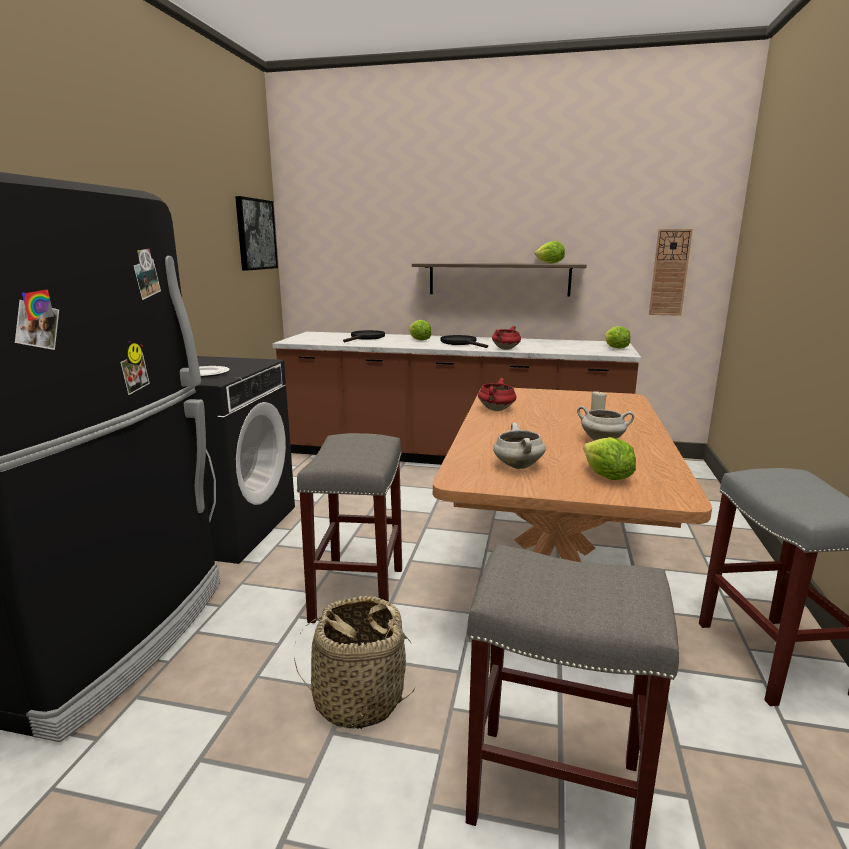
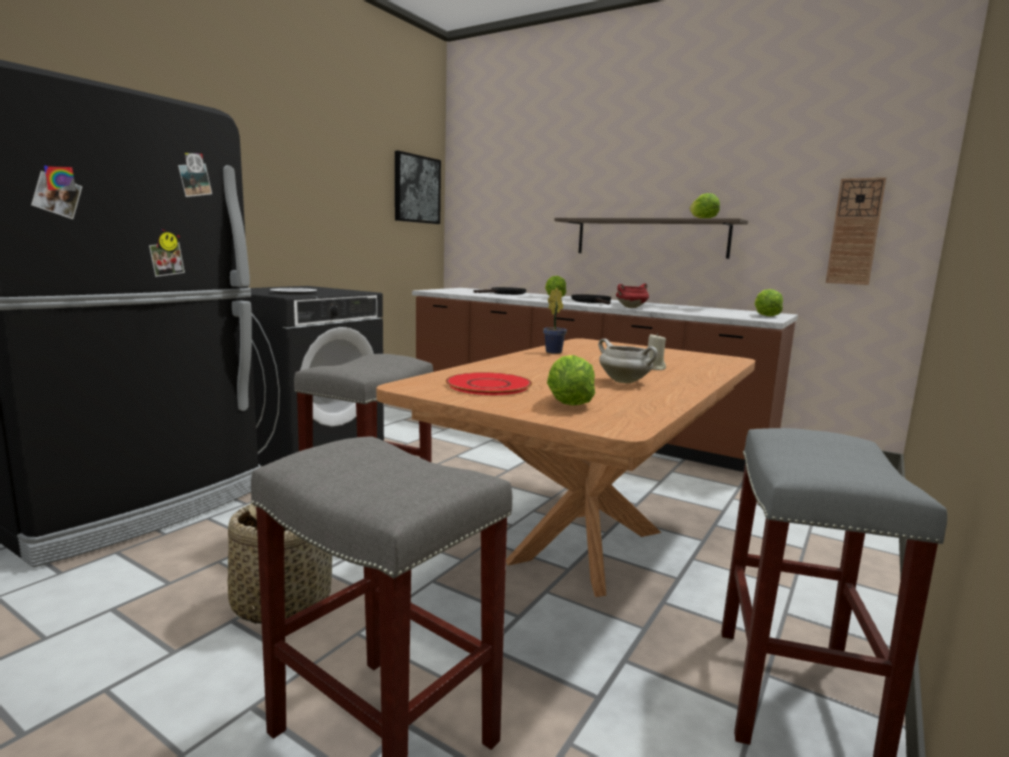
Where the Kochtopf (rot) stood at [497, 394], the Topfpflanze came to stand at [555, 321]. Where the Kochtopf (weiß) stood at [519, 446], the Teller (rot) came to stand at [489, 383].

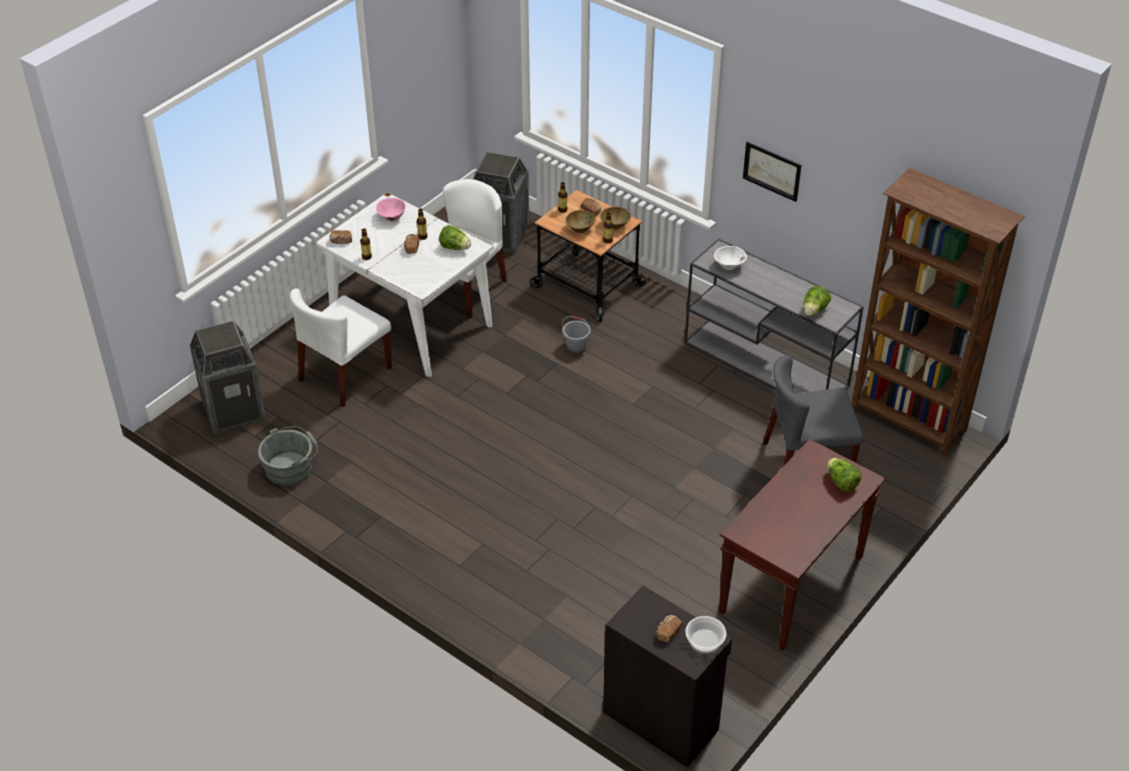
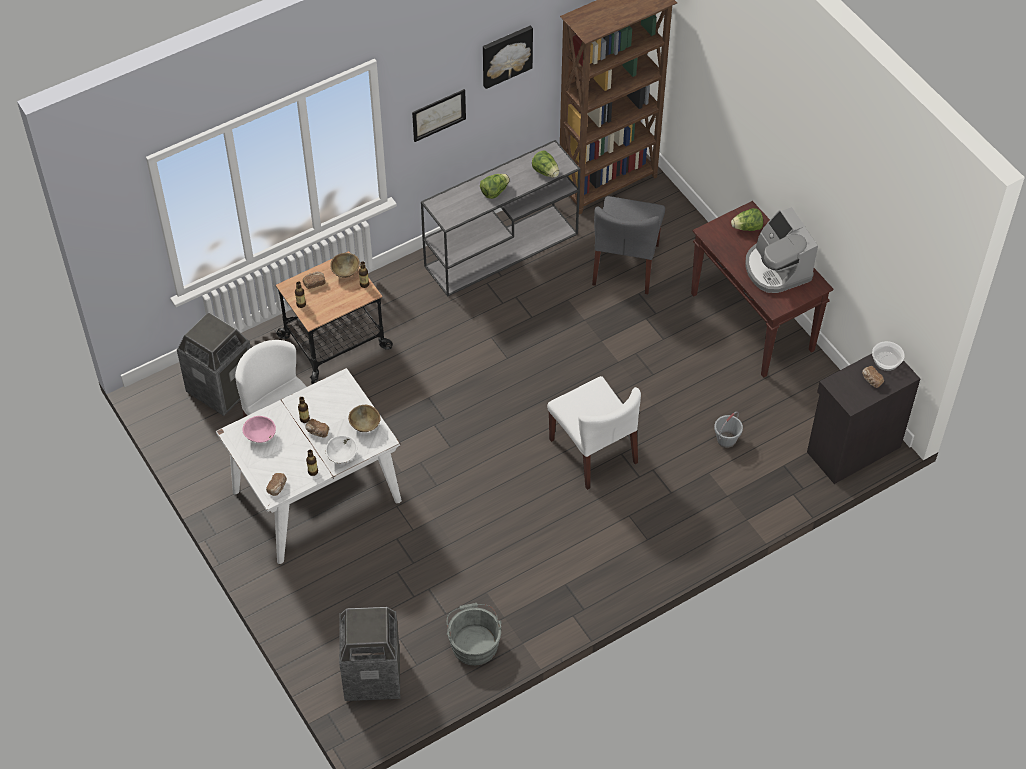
The Schüssel (braun) ended up elsewhere, having gone from [580, 221] to [364, 418]. The Salatkopf ended up elsewhere, having gone from [455, 237] to [495, 186]. The Schüssel (weiß) ended up elsewhere, having gone from [730, 258] to [341, 449]. The Stuhl (weiß) ended up elsewhere, having gone from [341, 347] to [594, 433]. The Eimer (grau) ended up elsewhere, having gone from [576, 335] to [728, 430]. The second view gained the Bild at [508, 57]. The second view gained the Kaffeemaschine at [781, 250].

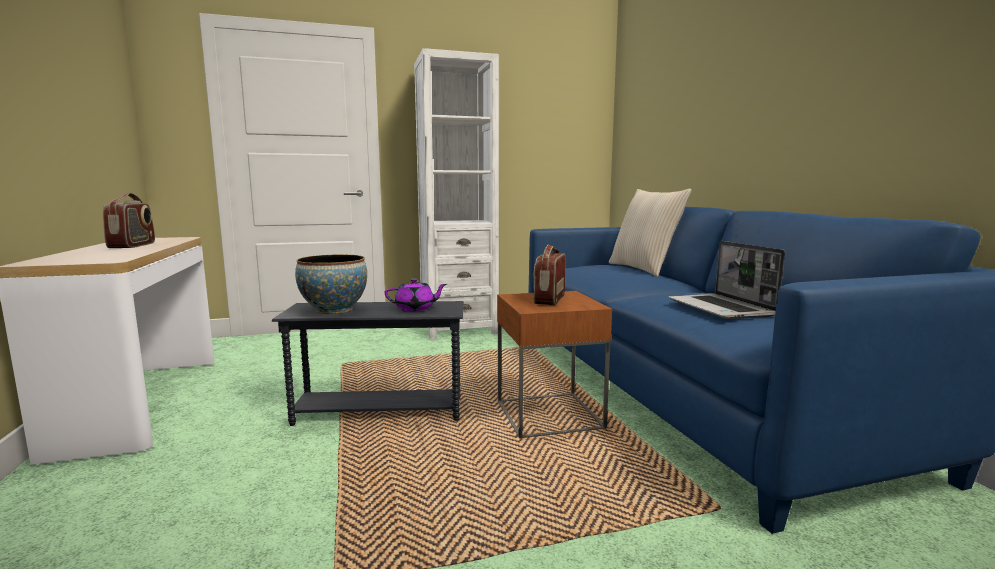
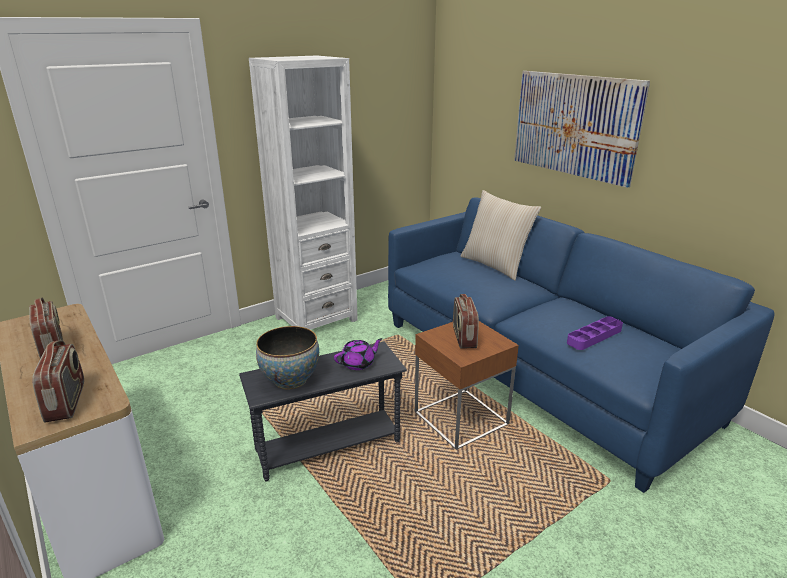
Where the Laptop stood at [726, 280], the Tablett (lila) came to stand at [595, 333]. The second view gained the Bild at [582, 129]. The second view gained the Radio at [58, 381].

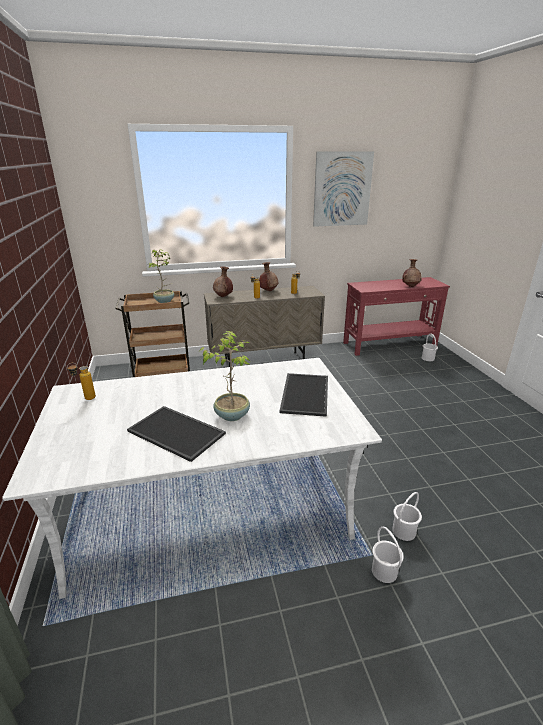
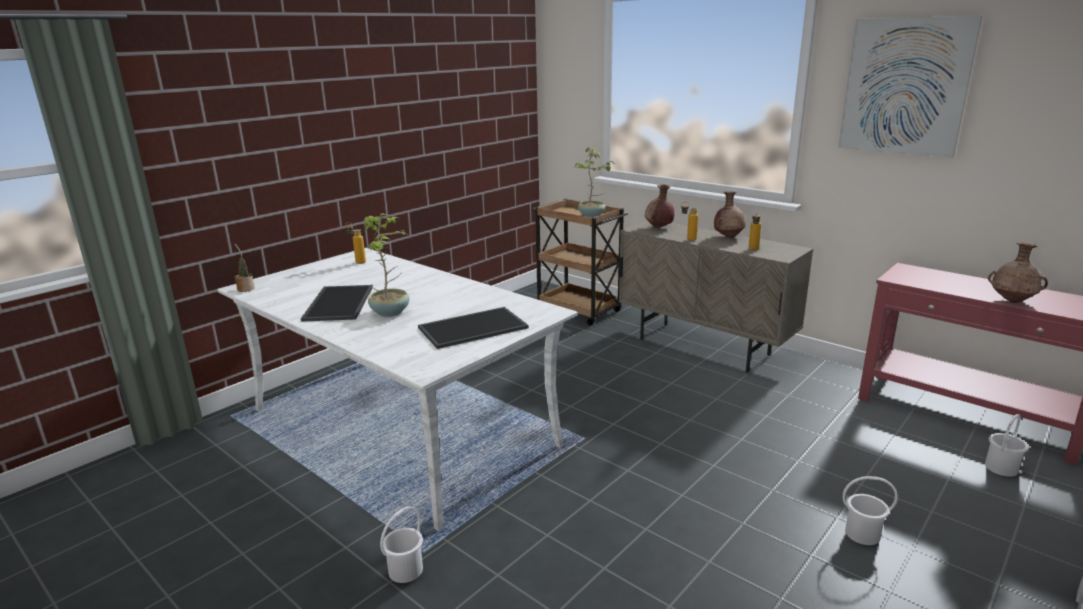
The Eimer (weiß) ended up elsewhere, having gone from [407, 516] to [870, 510]. The second view gained the Topfpflanze at [244, 268].

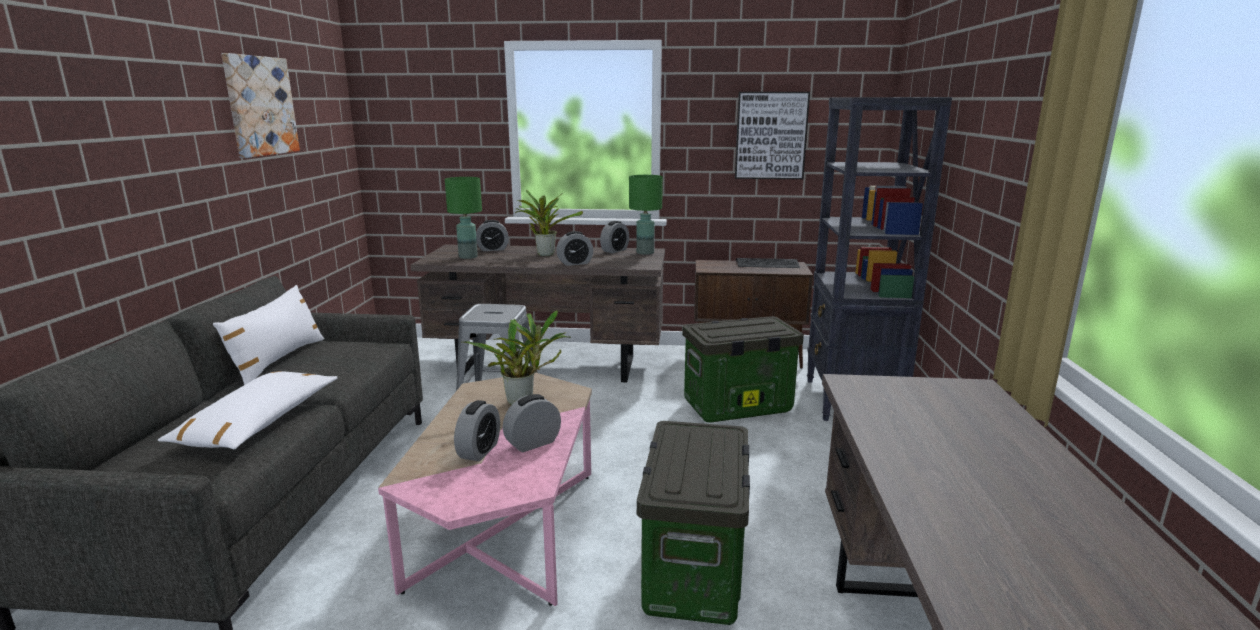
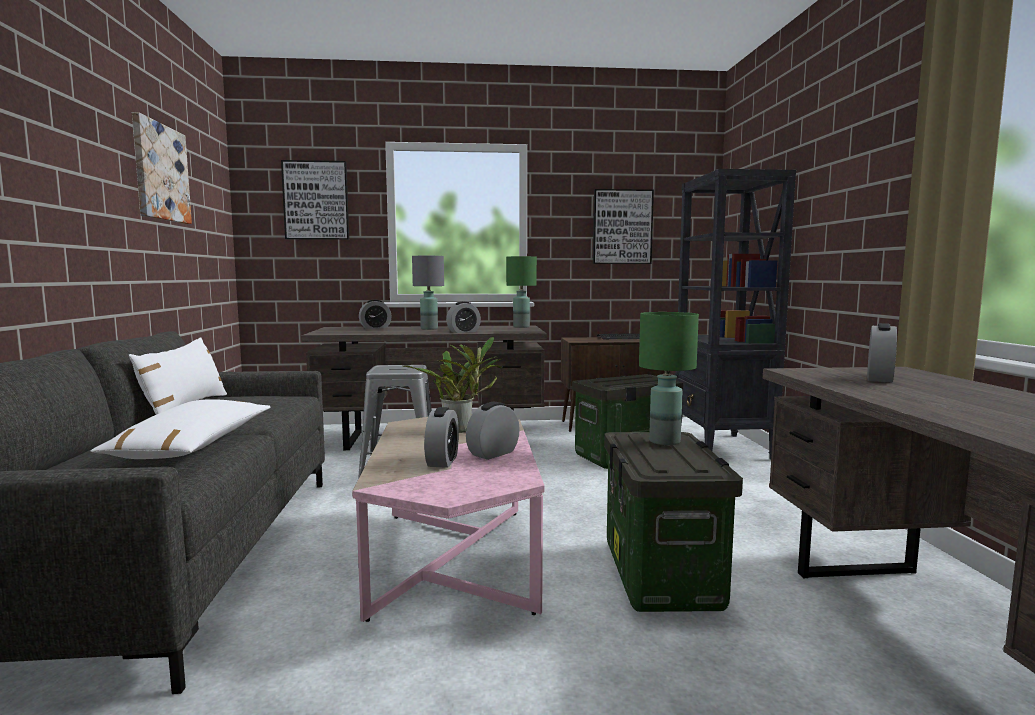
The Tischlampe (grün) ended up elsewhere, having gone from [463, 218] to [669, 378]. Where the Topfpflanze stood at [549, 223], the Tischlampe (grau) came to stand at [428, 293]. The Wecker ended up elsewhere, having gone from [614, 237] to [882, 353]. The second view gained the Bild at [315, 200].

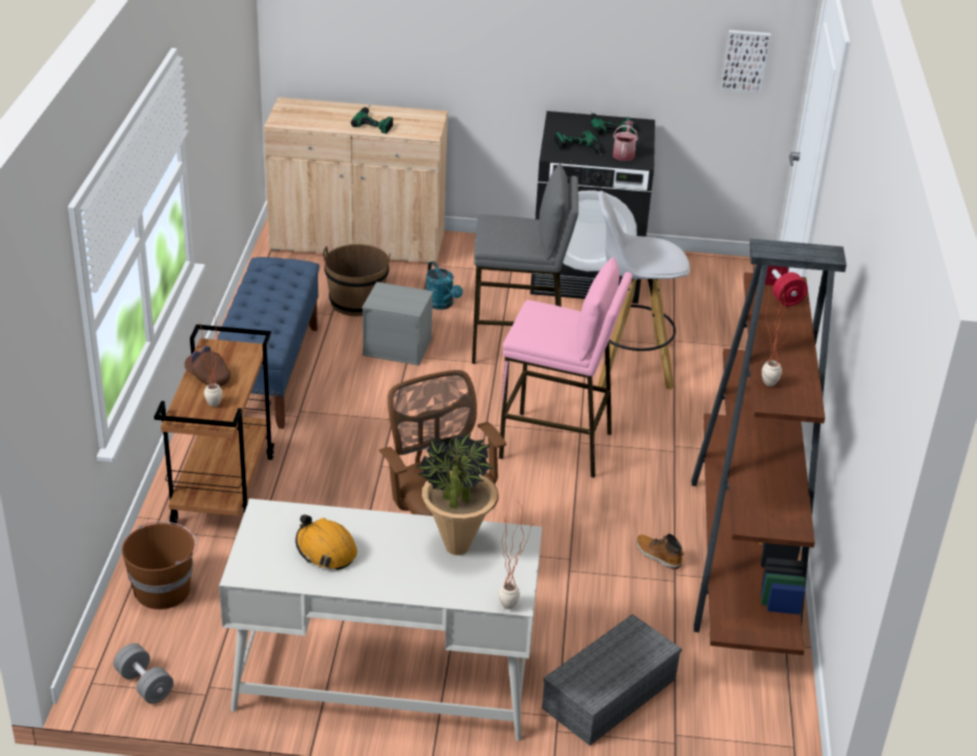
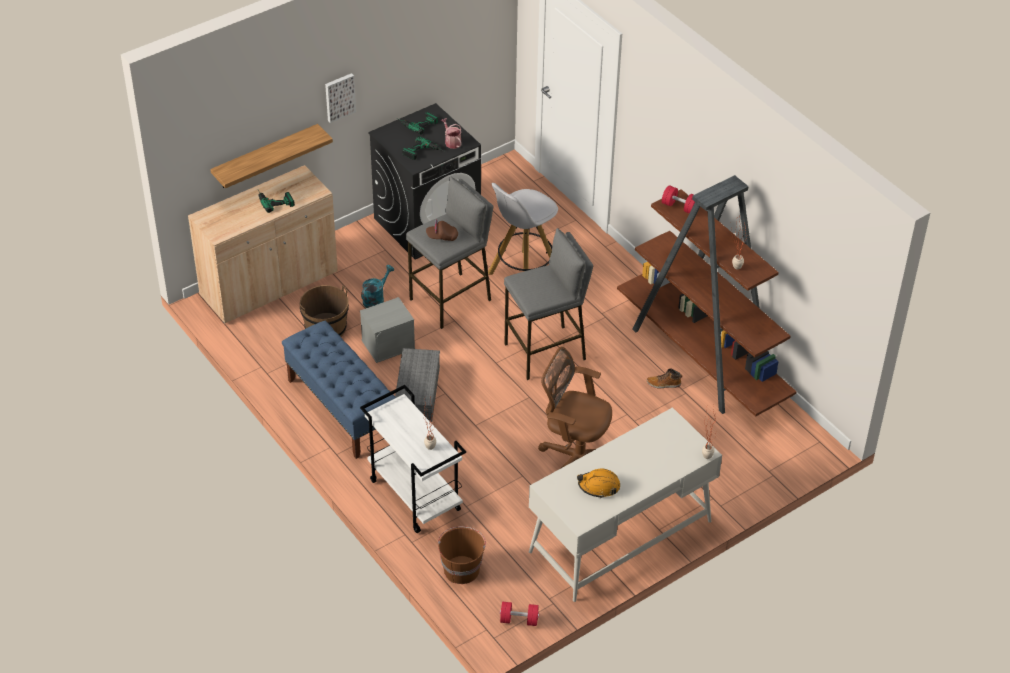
The Bild ended up elsewhere, having gone from [746, 61] to [340, 98]. What was the Hocker (rosa) at [565, 367] turned into the Hocker (grau) at [548, 304]. The Gießkanne (türkis) at [444, 285] ended up facing another way, 75 degrees counterclockwise from before. What was the Rollwagen (braun) at [214, 424] turned into the Rollwagen (weiß) at [413, 459]. The Kappe (braun) ended up elsewhere, having gone from [207, 366] to [442, 230]. The second view lost the Topfpflanze at [456, 494]. The Aufbewahrungsbox (grau) ended up elsewhere, having gone from [612, 680] to [417, 385]. What was the Hantel (grau) at [144, 673] turned into the Hantel (rot) at [519, 614]. The second view gained the Wandregal at [271, 156].

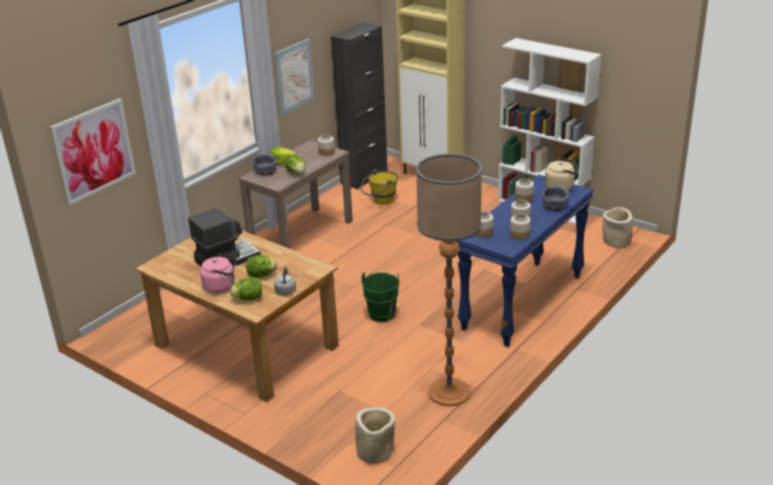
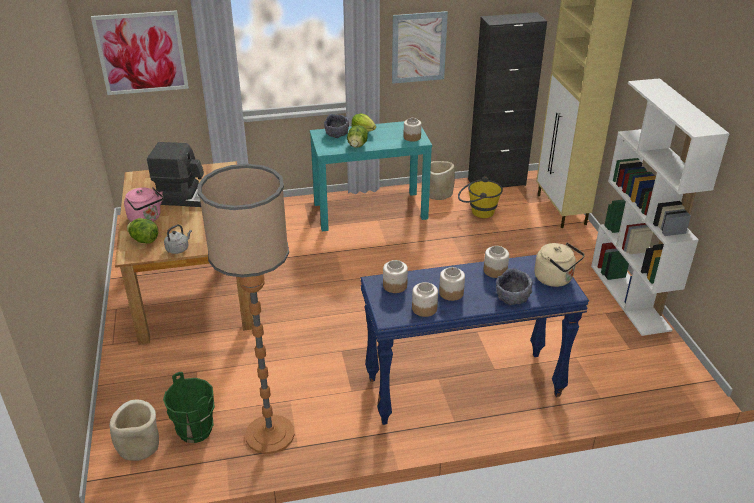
What was the Konsolentisch (braun) at [296, 194] turned into the Konsolentisch (türkis) at [371, 176]. The Pflanzkübel (beige) ended up elsewhere, having gone from [618, 227] to [442, 180]. The second view lost the Salatkopf at [261, 266]. The Eimer (grün) ended up elsewhere, having gone from [380, 297] to [189, 407].

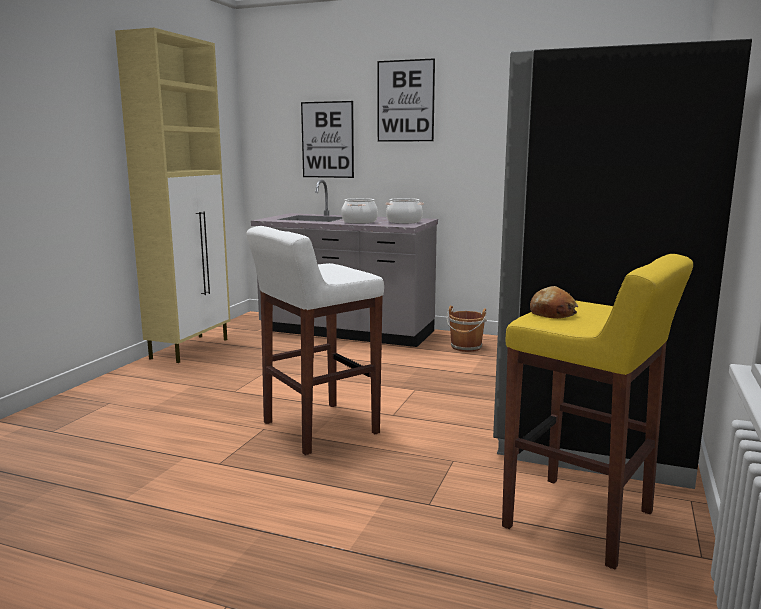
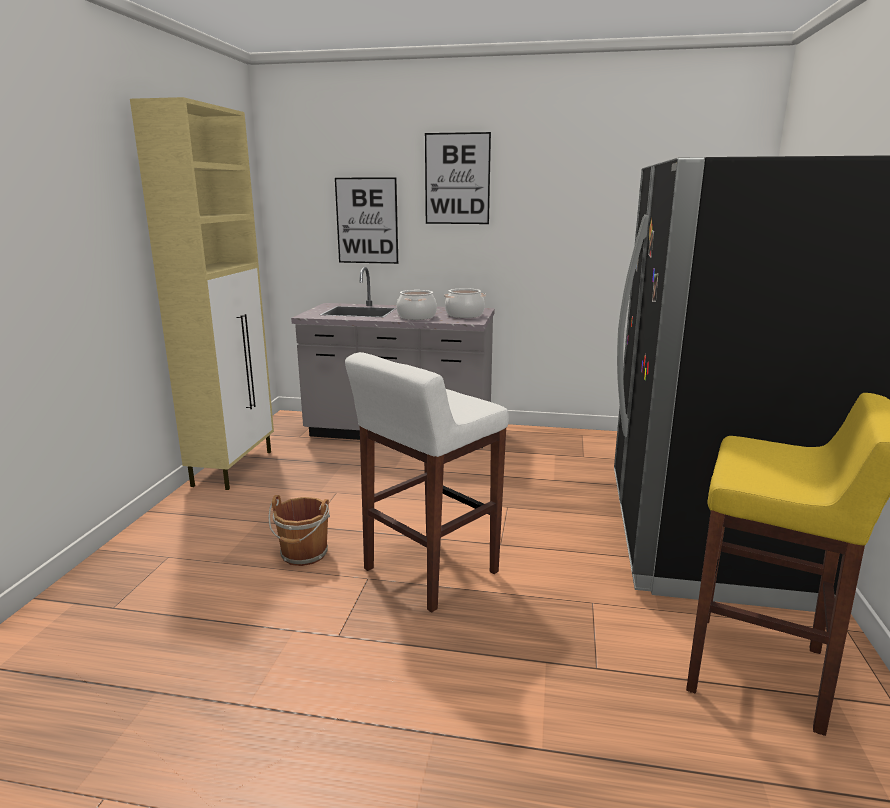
The second view lost the Brot at [554, 302]. The Eimer (braun) ended up elsewhere, having gone from [466, 329] to [299, 530].

